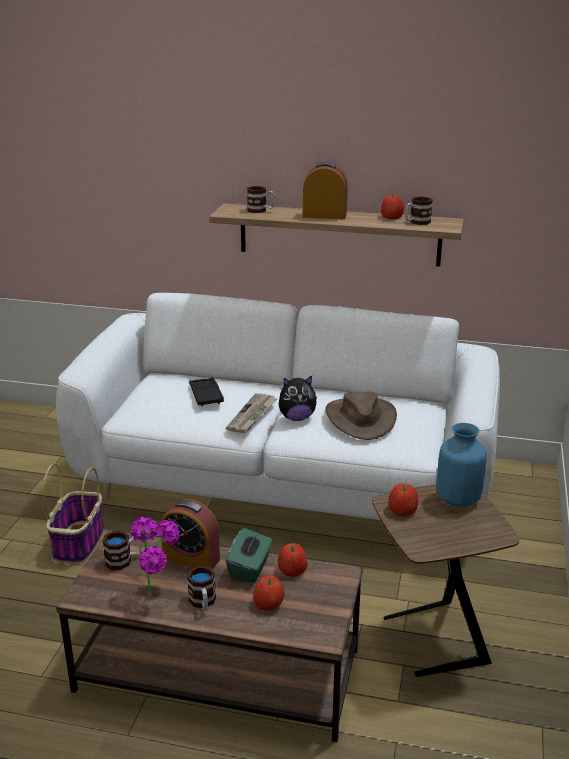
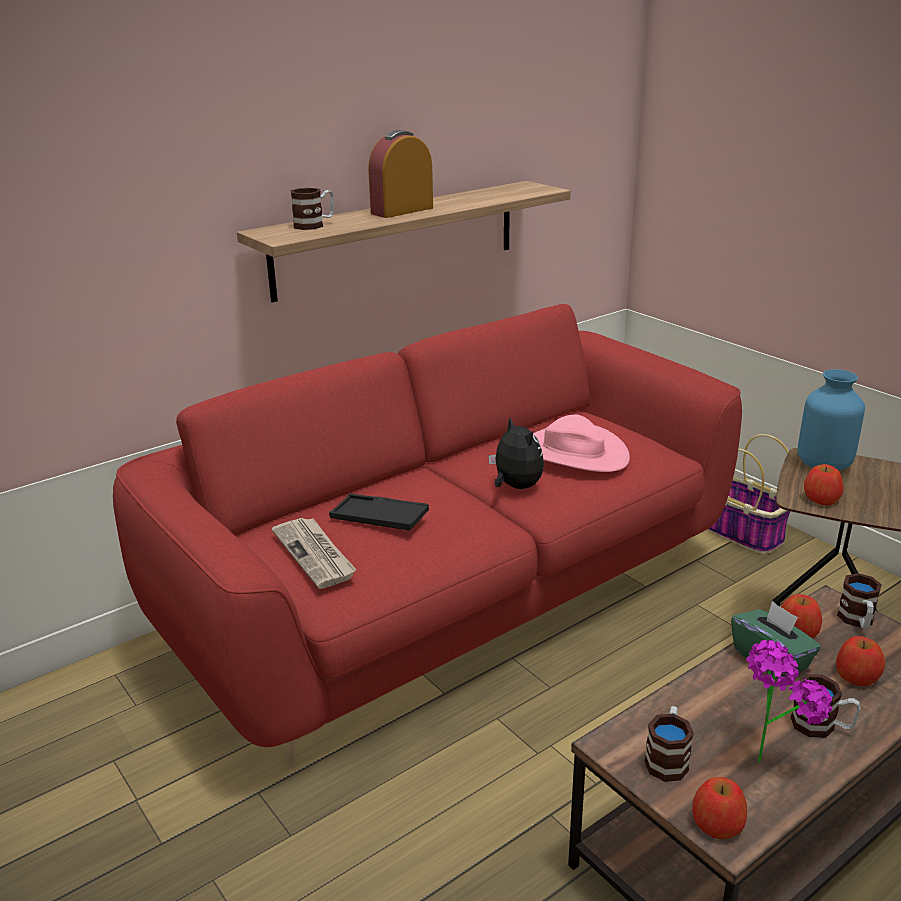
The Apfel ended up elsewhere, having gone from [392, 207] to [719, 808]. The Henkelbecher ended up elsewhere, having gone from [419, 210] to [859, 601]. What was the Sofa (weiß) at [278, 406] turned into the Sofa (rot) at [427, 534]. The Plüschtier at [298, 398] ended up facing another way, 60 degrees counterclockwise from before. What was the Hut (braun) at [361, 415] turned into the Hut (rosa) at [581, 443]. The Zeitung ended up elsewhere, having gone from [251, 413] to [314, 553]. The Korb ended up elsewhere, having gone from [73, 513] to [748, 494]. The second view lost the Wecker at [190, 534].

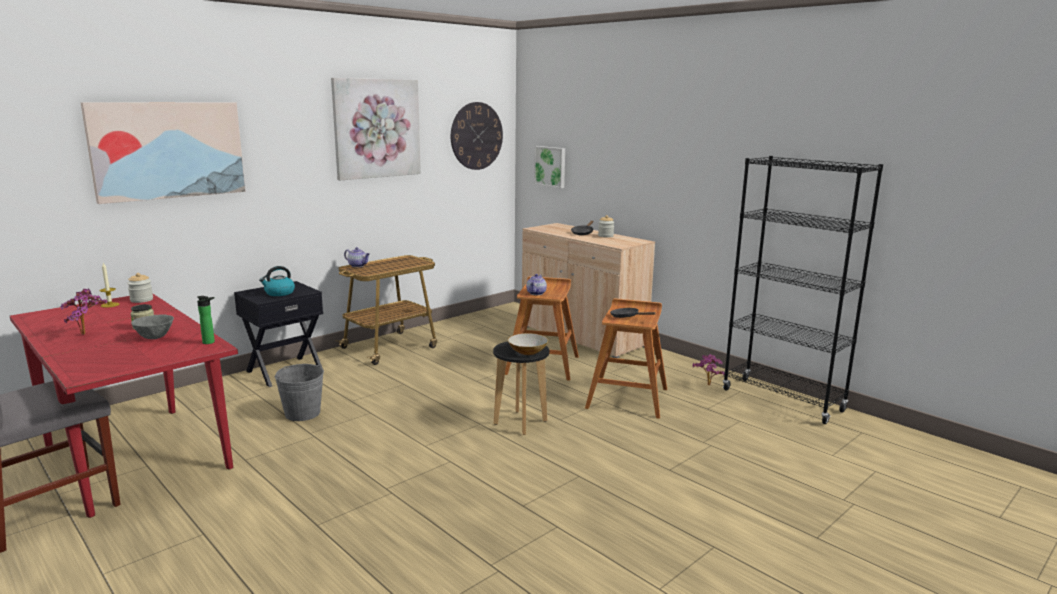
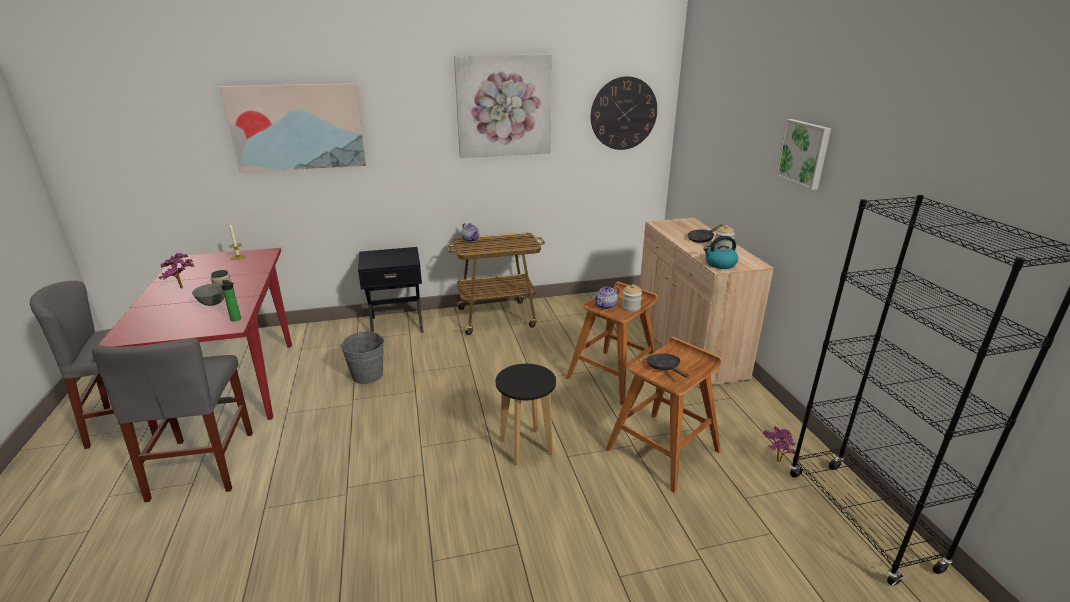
The Bild ended up elsewhere, having gone from [549, 167] to [803, 154]. The Wasserkessel ended up elsewhere, having gone from [277, 281] to [720, 252]. The Vorratsglas ended up elsewhere, having gone from [140, 288] to [632, 298]. The second view lost the Schüssel at [528, 344]. The second view gained the Stuhl (grau) at [172, 420].

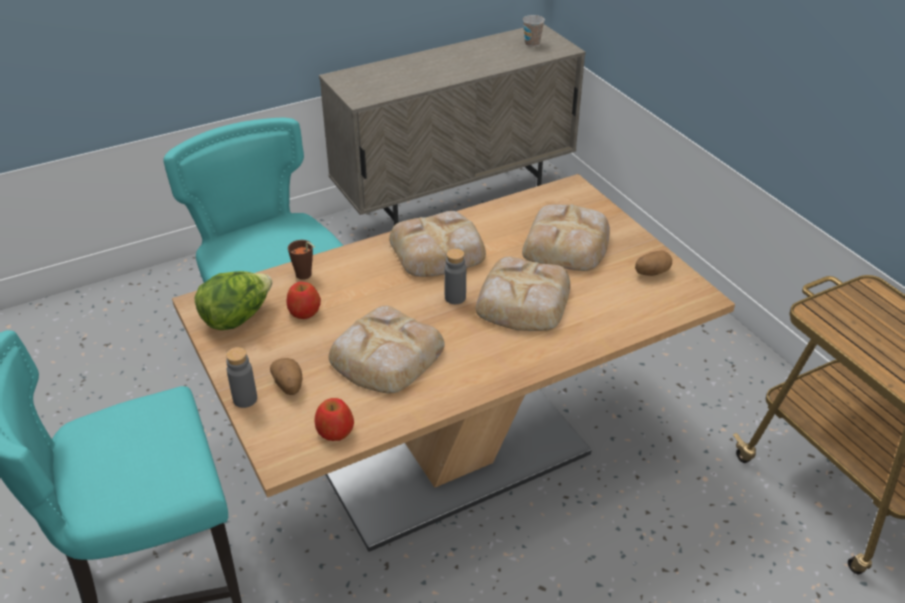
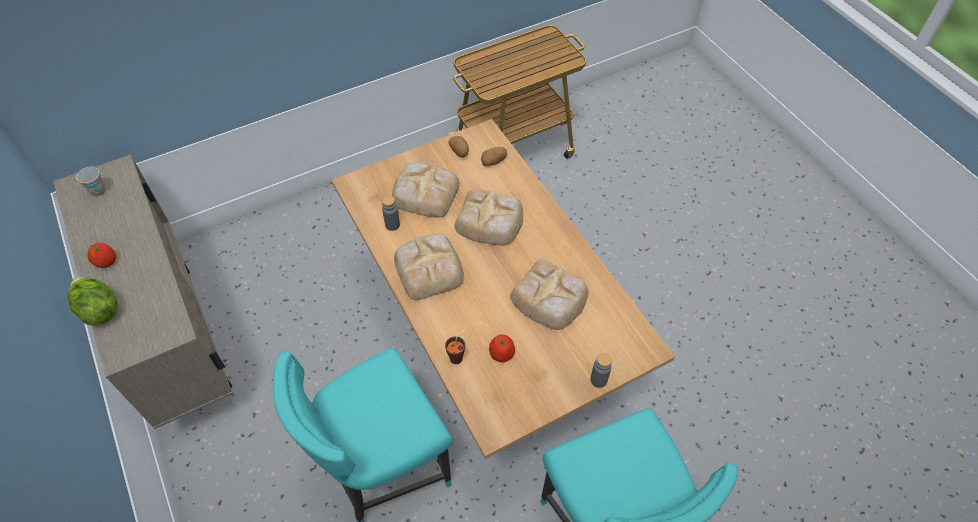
The Flasche (grau) ended up elsewhere, having gone from [455, 276] to [391, 213]. The Salatkopf ended up elsewhere, having gone from [233, 300] to [93, 301]. The Kartoffel ended up elsewhere, having gone from [286, 376] to [494, 156]. The Apfel ended up elsewhere, having gone from [334, 419] to [101, 255].

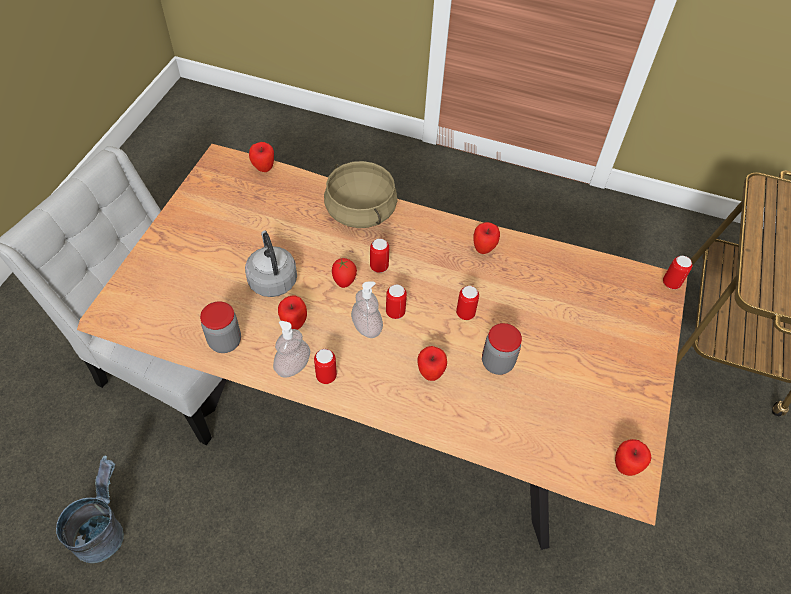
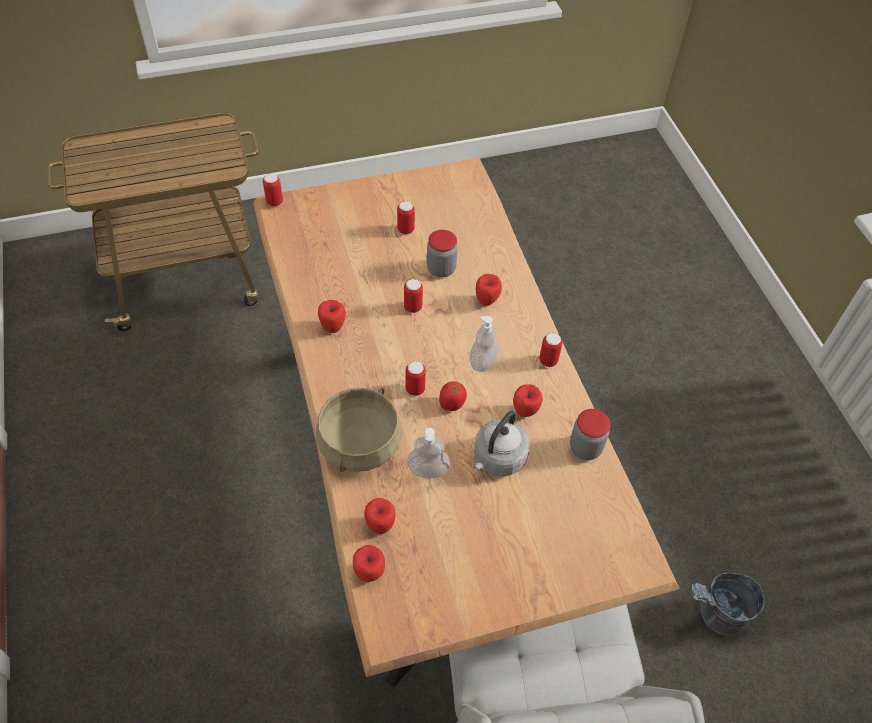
The Dose ended up elsewhere, having gone from [396, 301] to [406, 217]. The Seifenspender ended up elsewhere, having gone from [291, 349] to [428, 453]. The Apfel ended up elsewhere, having gone from [633, 457] to [380, 516].

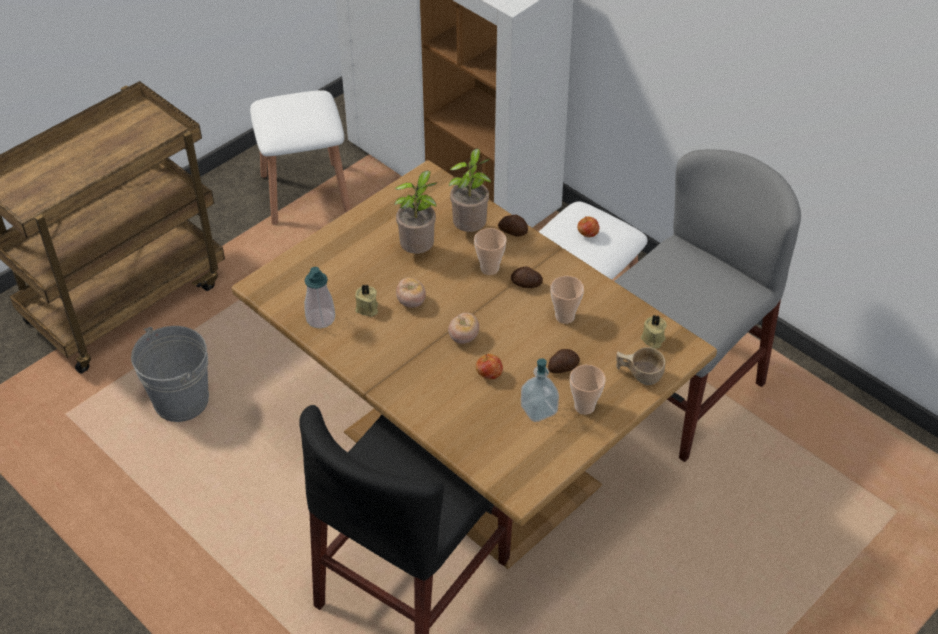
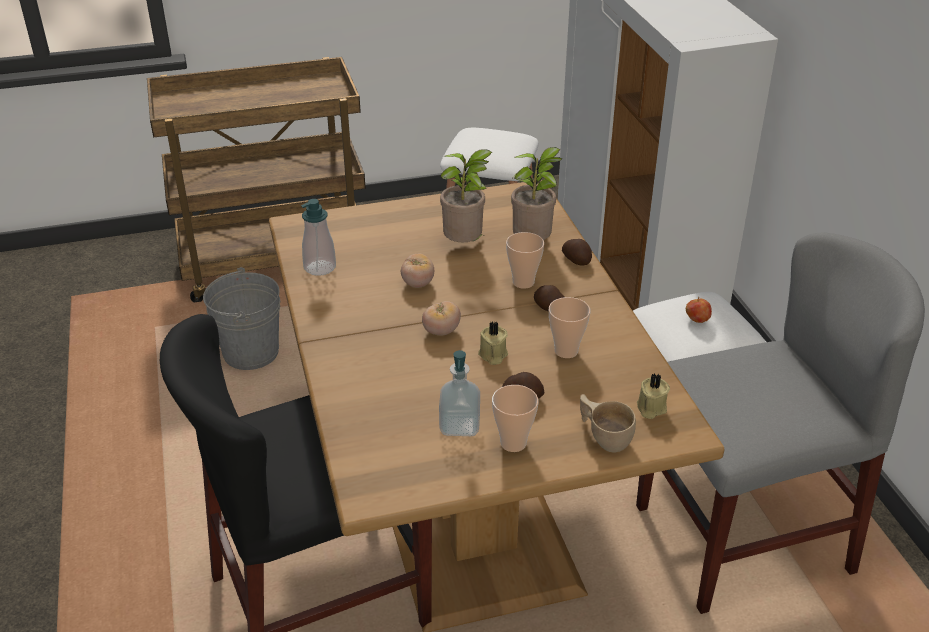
The Kerze (beige) ended up elsewhere, having gone from [366, 300] to [493, 343]. The second view lost the Apfel at [489, 366].

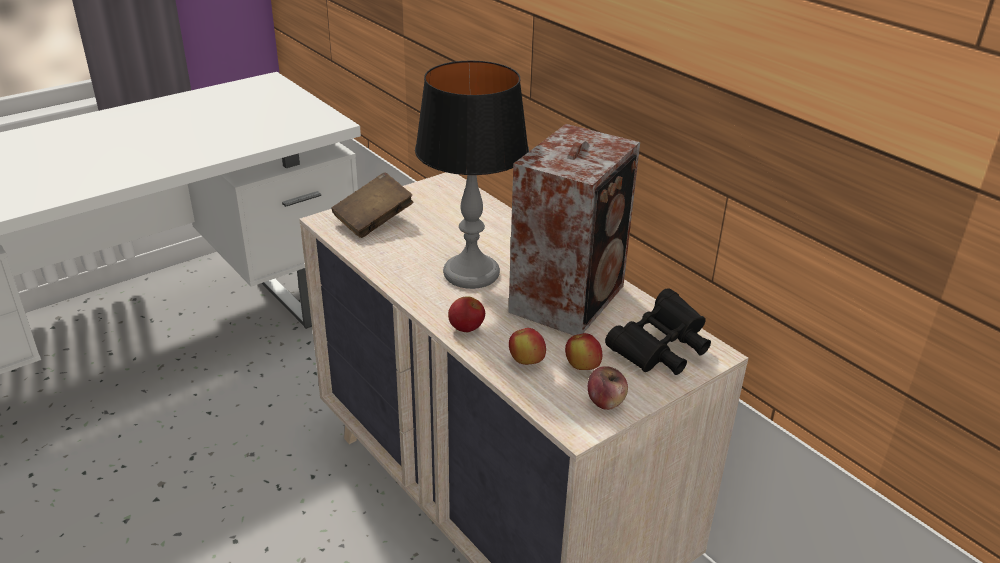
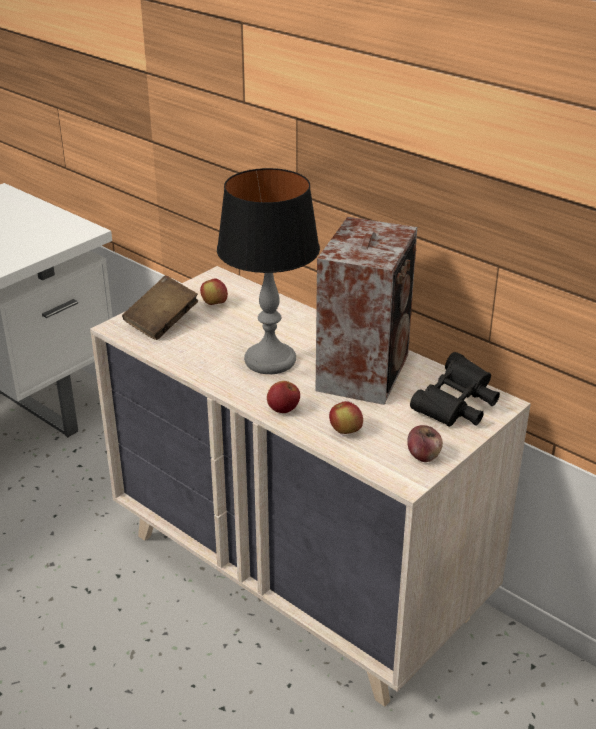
The Apfel ended up elsewhere, having gone from [583, 351] to [214, 291].

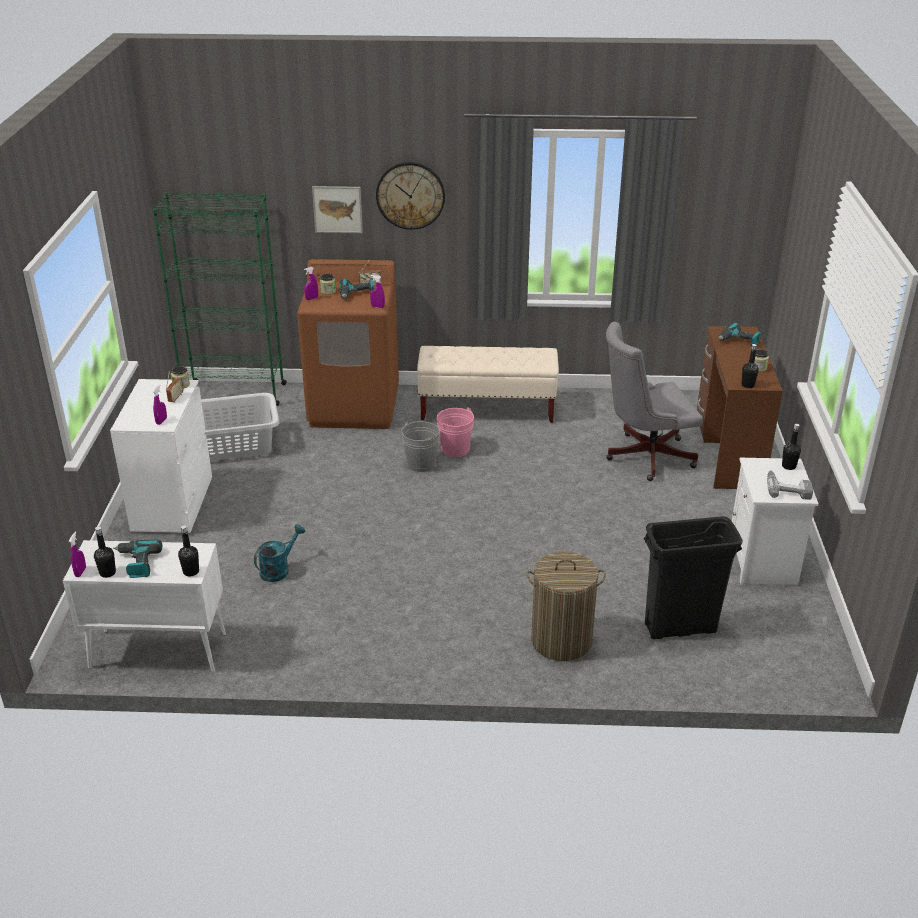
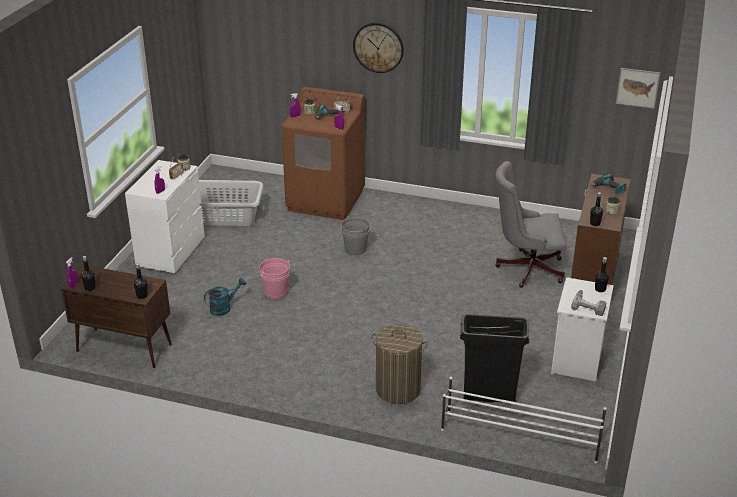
The Bild ended up elsewhere, having gone from [337, 209] to [638, 88]. The second view lost the Bücherregal (grün) at [220, 299]. The second view lost the Bank (beige) at [488, 384]. The Eimer (rosa) ended up elsewhere, having gone from [455, 432] to [275, 278]. The second view lost the Bohrmaschine at [137, 558]. What was the Schrank (weiß) at [144, 606] turned into the Schrank (braun) at [116, 316]. The second view gained the Schuhregal (weiß) at [524, 420].

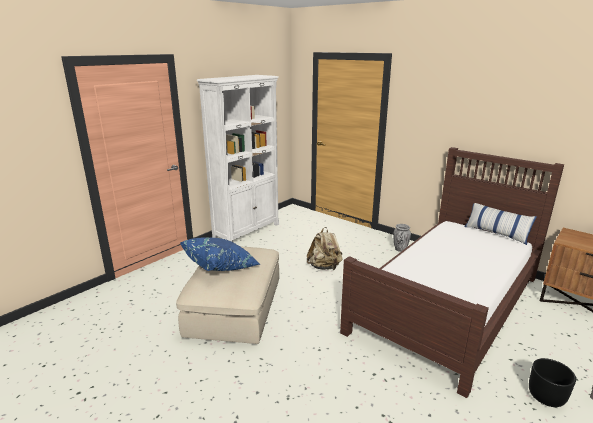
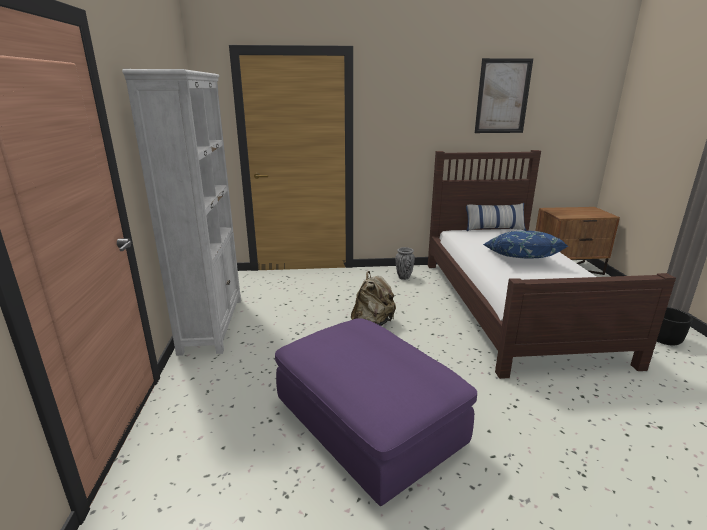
The Kissen (blau) ended up elsewhere, having gone from [220, 254] to [525, 245]. What was the Polsterhocker (beige) at [227, 295] turned into the Polsterhocker (lila) at [376, 412]. The second view gained the Bild at [504, 95].

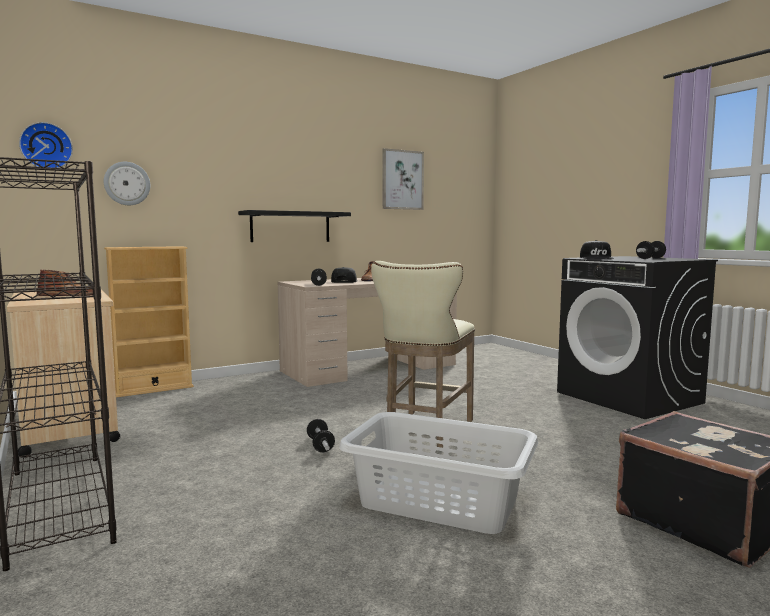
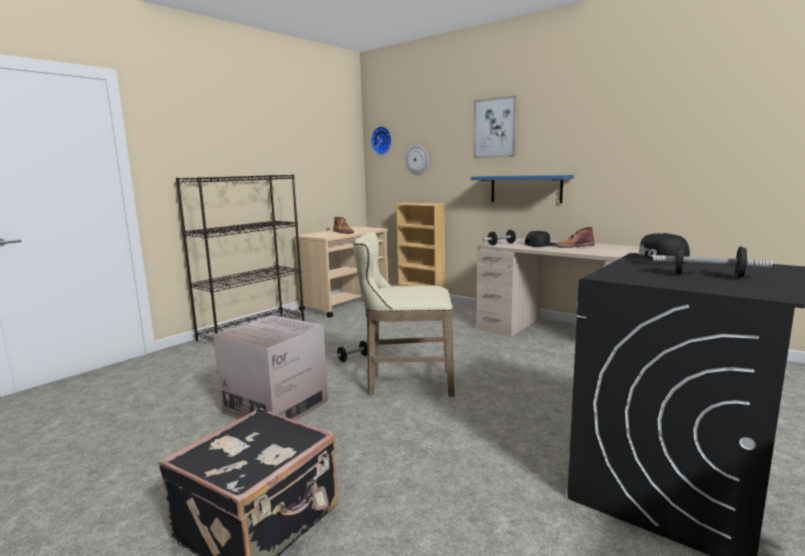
The Bild ended up elsewhere, having gone from [403, 179] to [495, 126]. What was the Wandregal (schwarz) at [294, 226] turned into the Wandregal (blau) at [522, 189]. Where the Wäschekorb (grau) stood at [438, 473], the Karton came to stand at [270, 368].

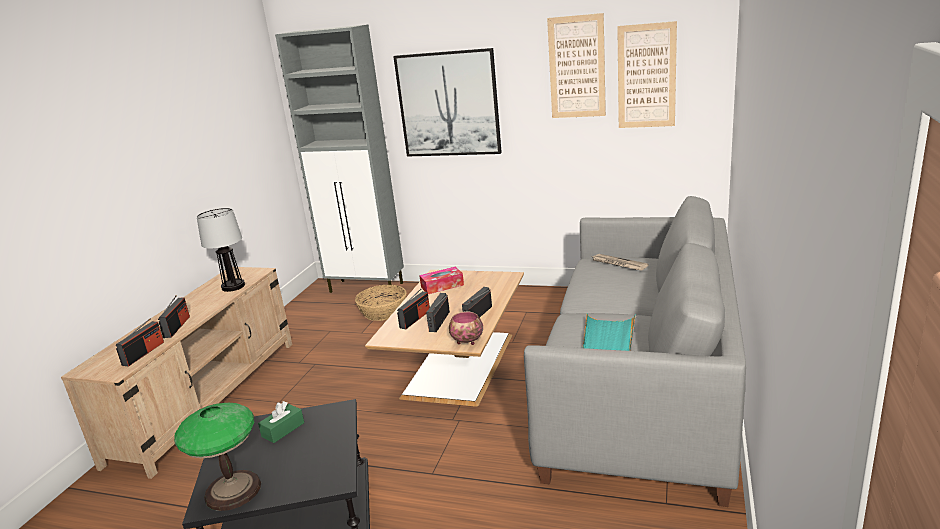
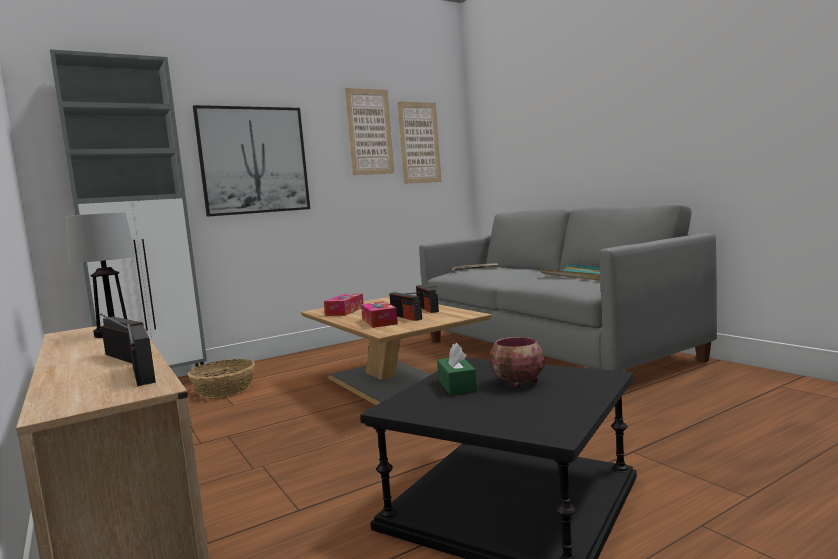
Where the Radio stood at [413, 309], the Taschentuchbox came to stand at [379, 314]. The Schüssel ended up elsewhere, having gone from [466, 328] to [517, 362]. The second view lost the Tischlampe at [217, 457].

